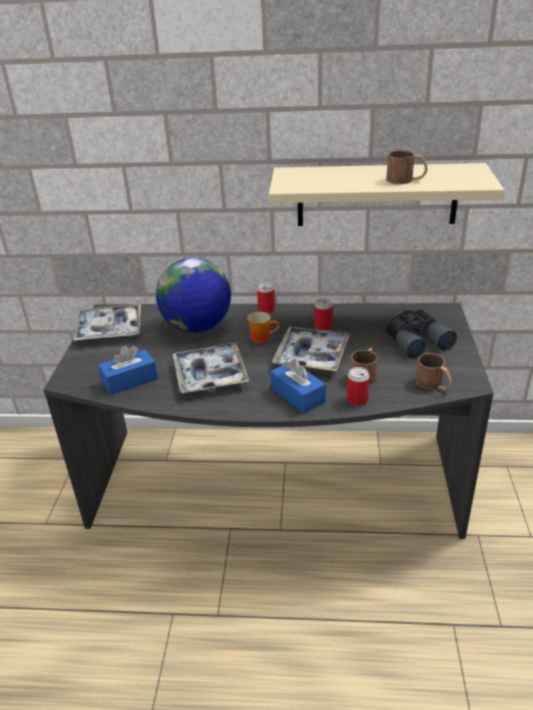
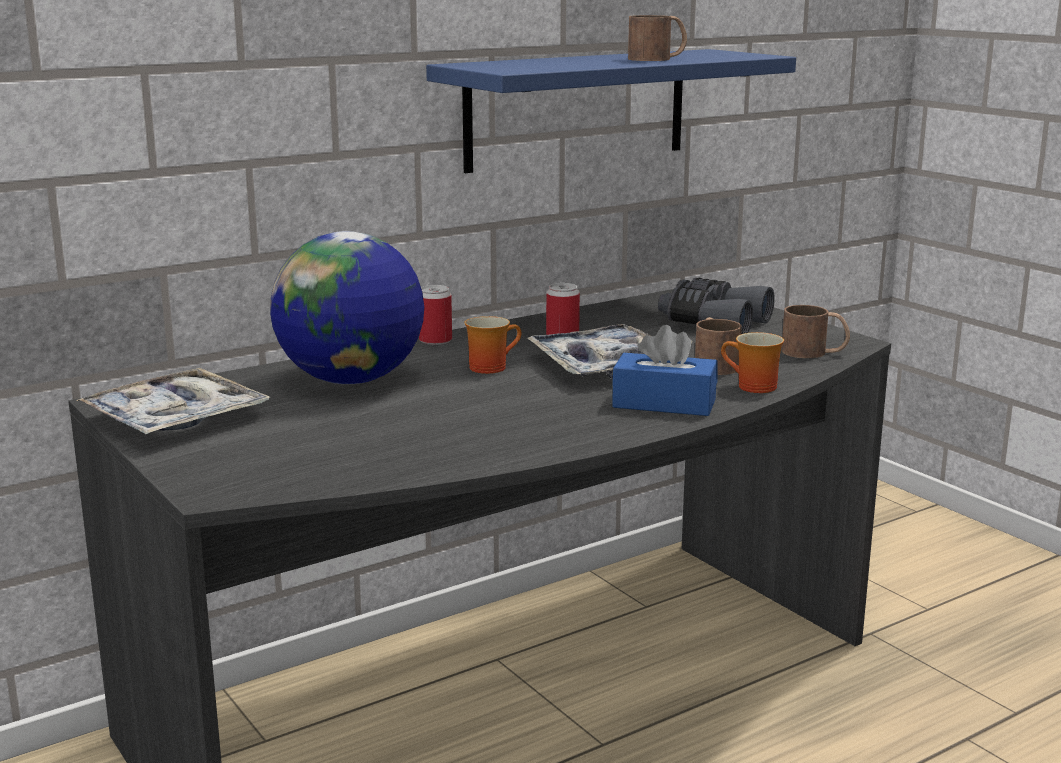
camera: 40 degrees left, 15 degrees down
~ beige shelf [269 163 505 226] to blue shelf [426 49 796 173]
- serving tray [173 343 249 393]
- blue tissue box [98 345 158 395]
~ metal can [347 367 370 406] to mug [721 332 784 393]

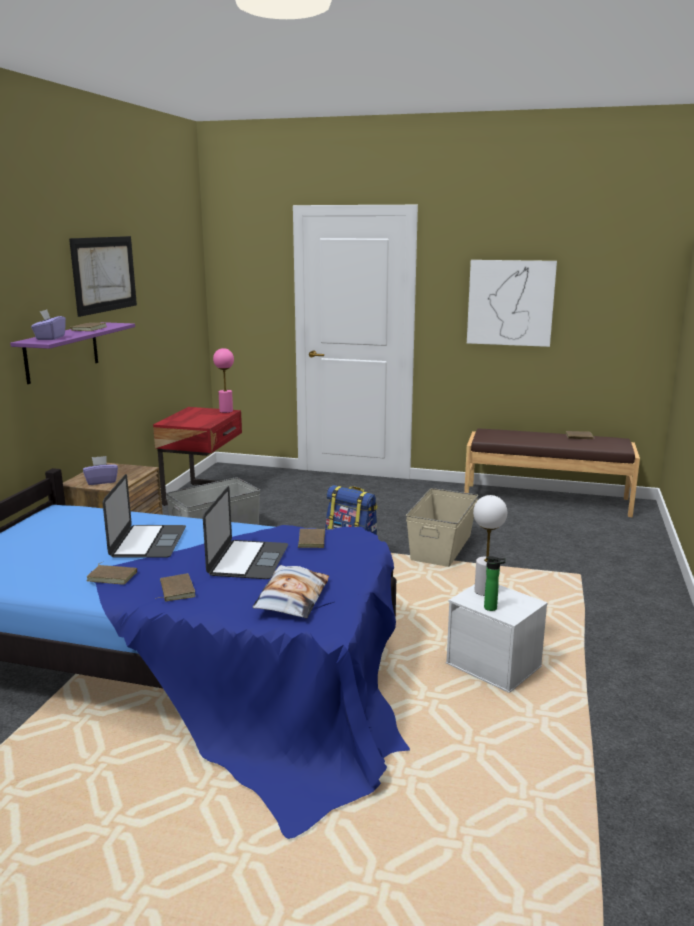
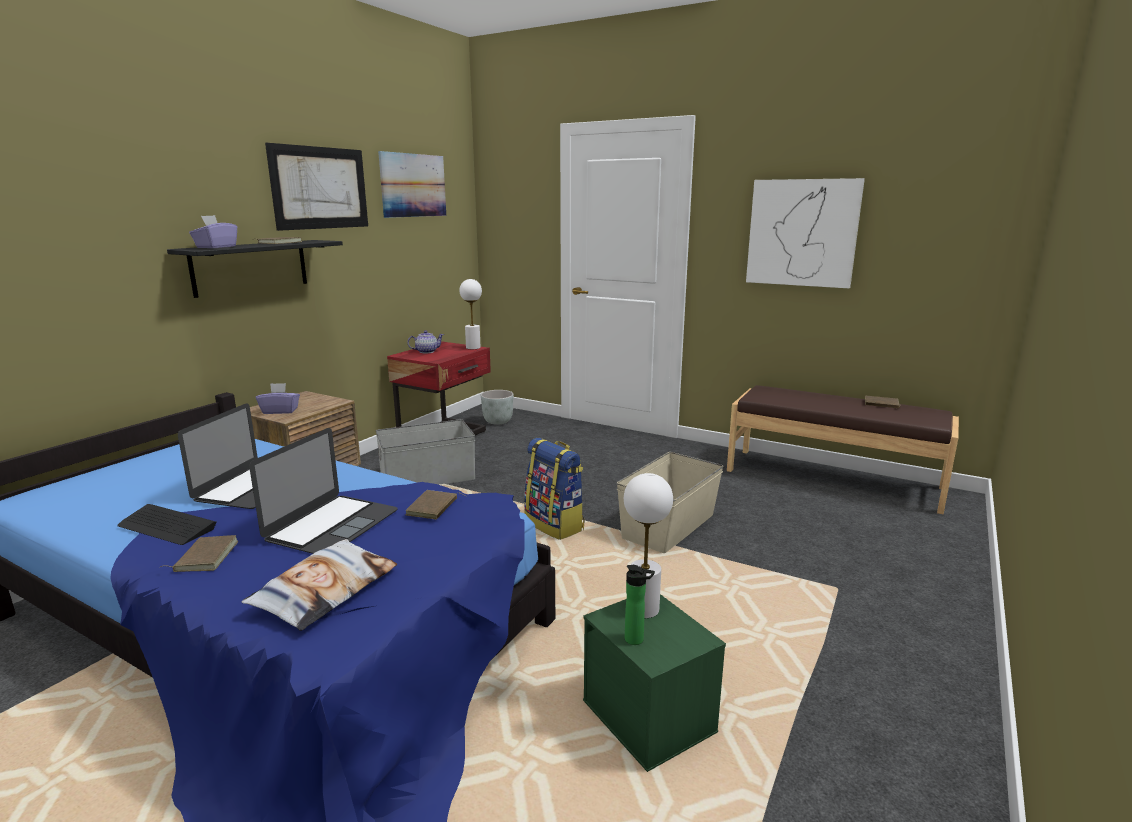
camera: 15 degrees right, 0 degrees up
~ purple-coloured shelf [10 322 135 384] to black shelf [167 240 343 298]
~ pink-coloured lamp for a table [213 348 234 413] to white lamp for a table [459 279 482 349]
~ brownish book [86 562 137 585] to computer keyboard [117 504 217 545]
~ white storage bin [446 584 548 693] to green-coloured storage bin [583 594 726 772]
+ wall picture [378 151 446 218]
+ teapot [408 330 444 353]
+ gray plant pot [481 390 514 425]

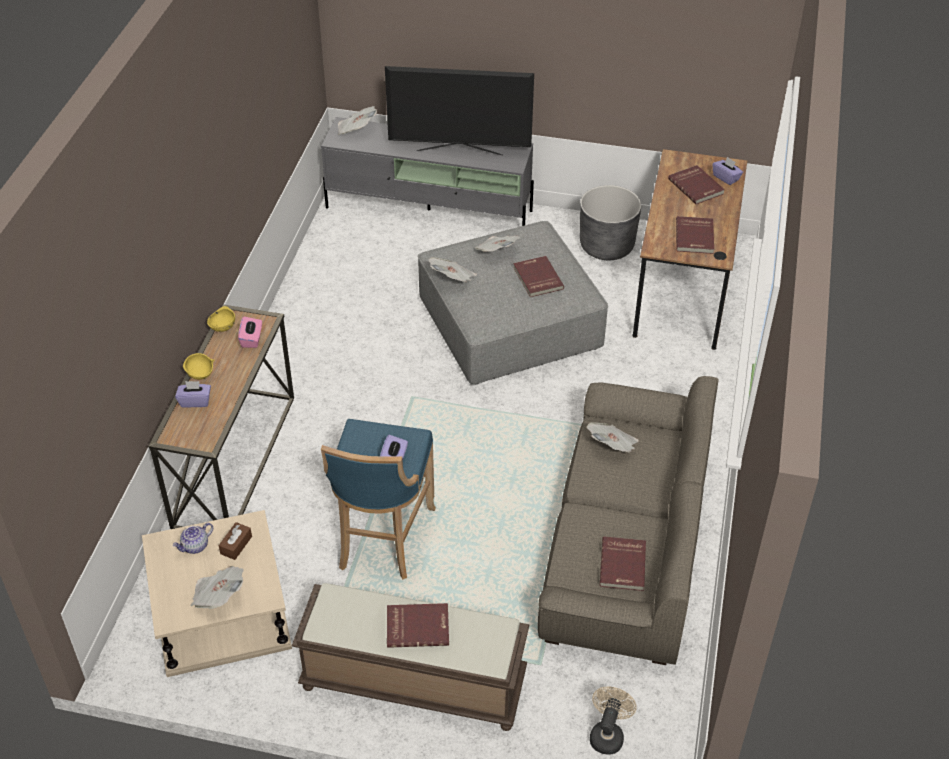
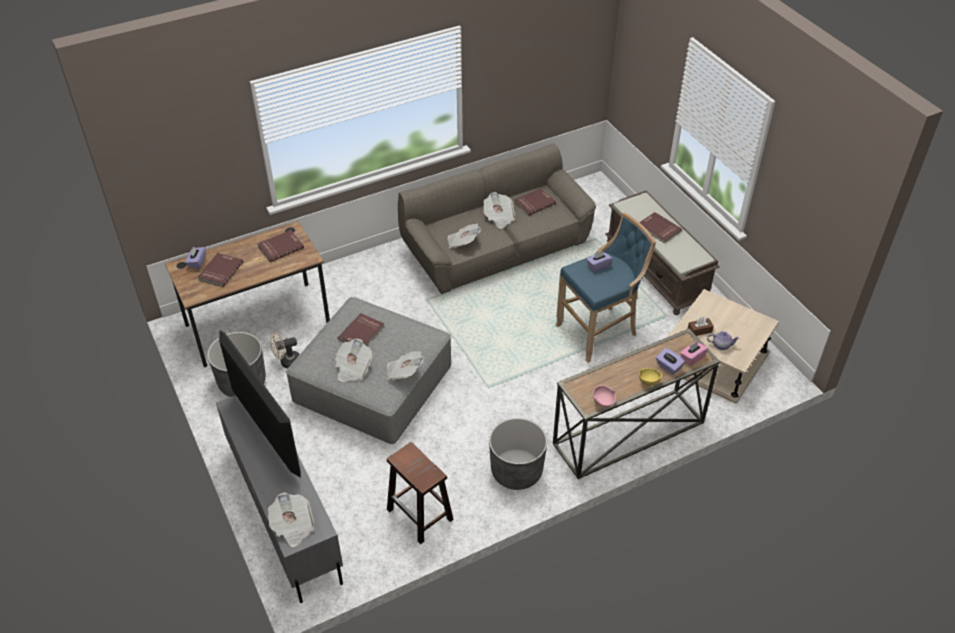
camera: 130 degrees left, 0 degrees up
~ yellowish serving bowl [207 306 235 332] to pink-coloured serving bowl [593 385 616 407]
~ pink-coloured tissue box [238 317 262 348] to [680 341 708 366]
~ newspaper [191 566 243 609] to [483 192 515 229]
~ beige cooling fan [590 687 637 755] to [270 332 300 369]
+ gray plant pot [489 418 547 490]
+ brownish stool seat [387 442 454 544]

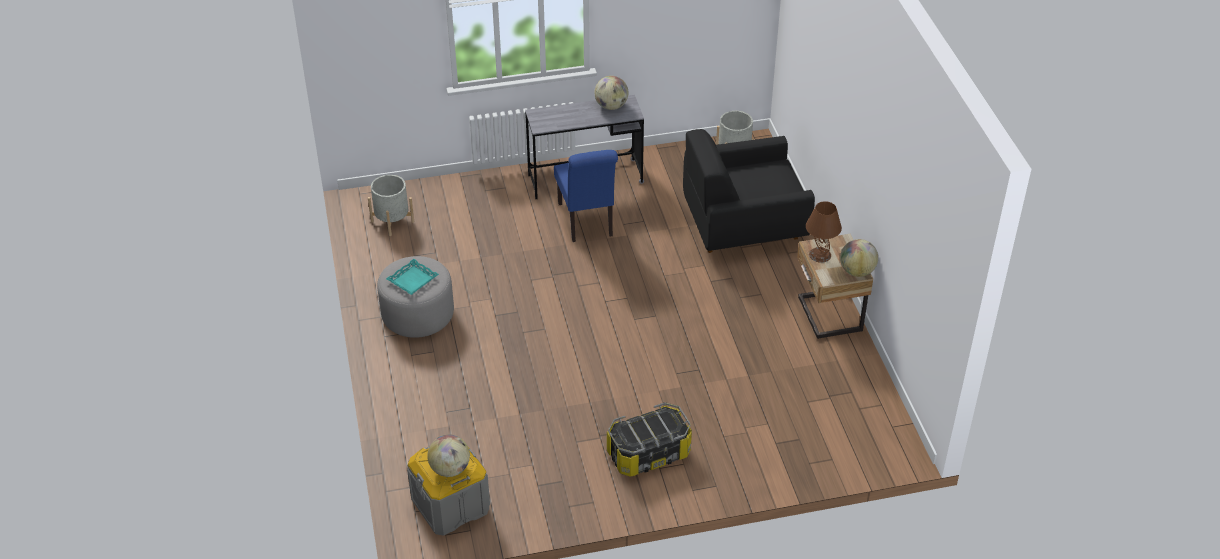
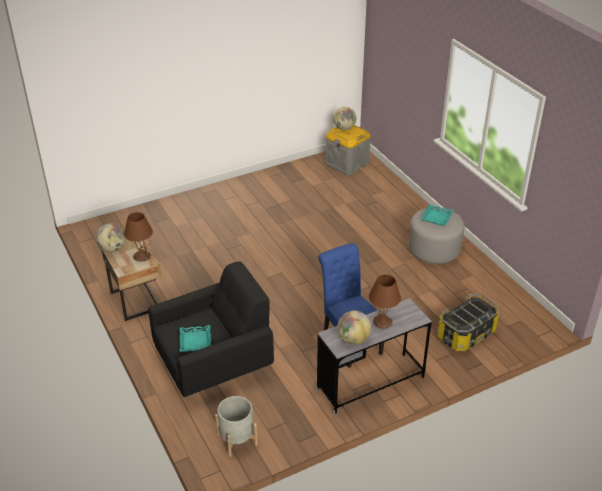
camera: 165 degrees right, 5 degrees down
- gray plant pot [368 175 414 236]
~ storage bin [607 402 692 477] to [438 294 499 351]
+ brownish lamp for a table [369 274 401 329]
+ turquoise-coloured serving tray [179 325 211 352]

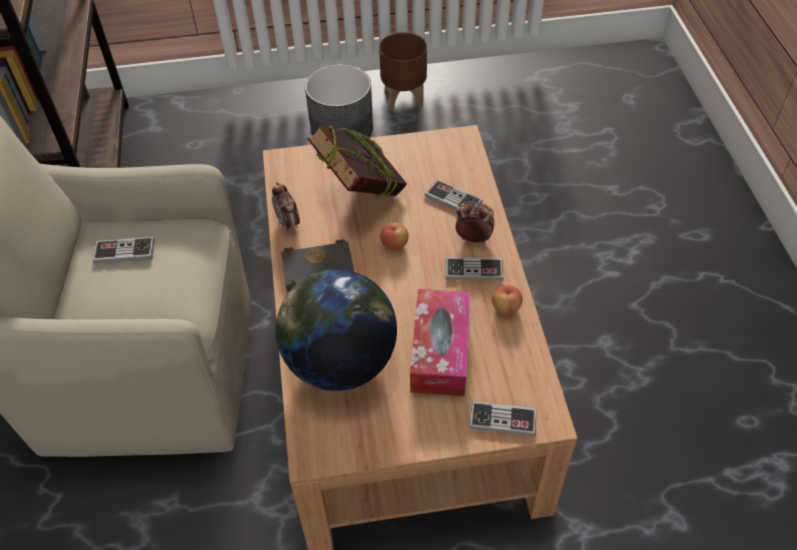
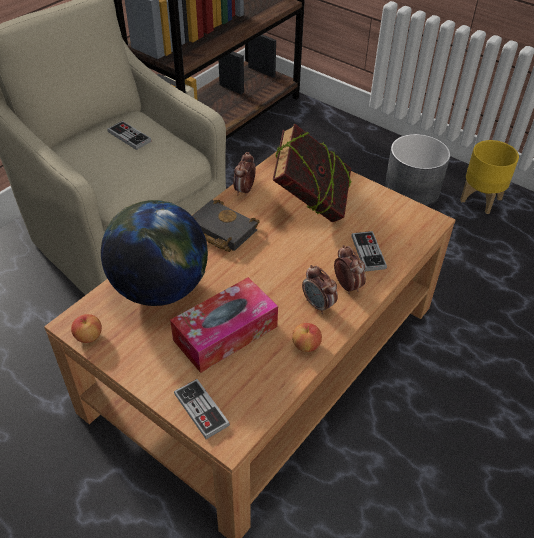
camera: 45 degrees right, 5 degrees down
~ brownish plant pot [379 32 427 111] to yellowish plant pot [460 140 519 214]
~ apple [380 223 409 250] to [71 314 102 343]
~ gamepad [445 257 503 281] to table clock [302 265 338 314]

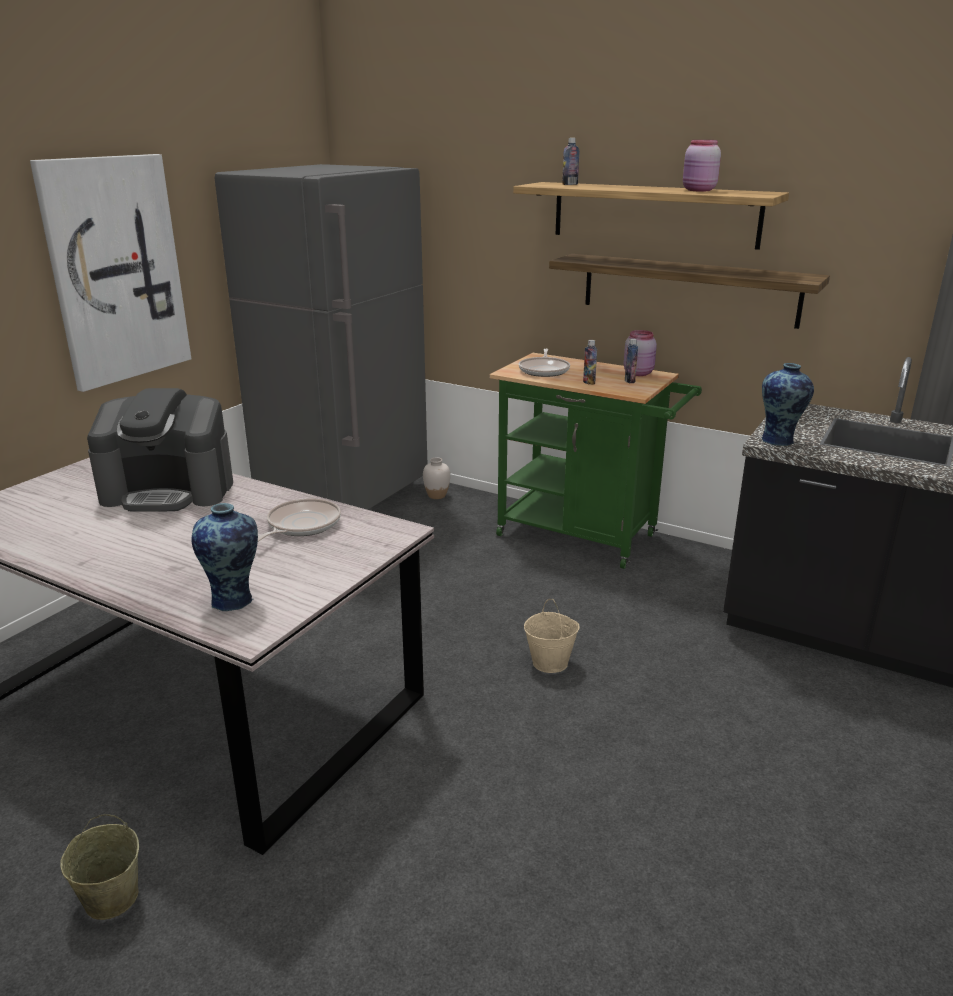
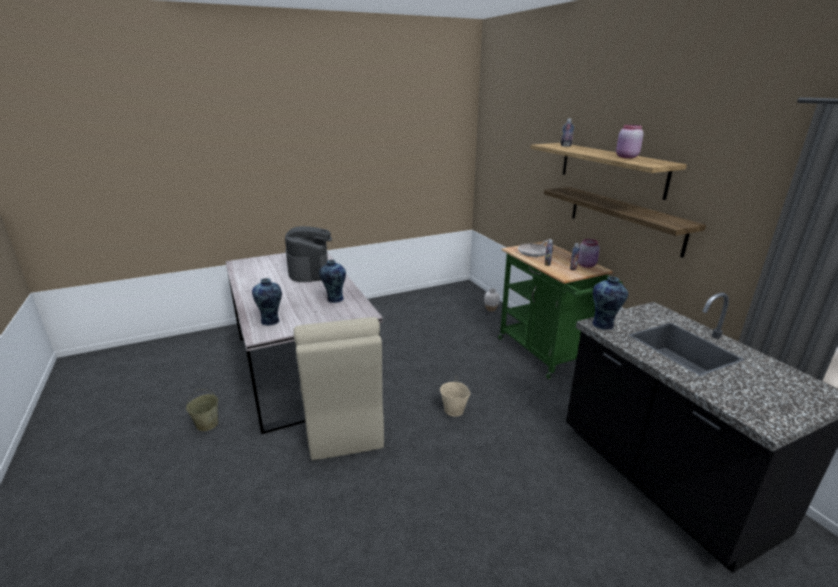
camera: 35 degrees right, 0 degrees up
- wall picture [30 154 191 392]
- gray refrigerator [215 164 427 510]
~ coffee maker [87 388 233 512] = [285 226 332 282] 135 degrees counterclockwise
~ skillet [258 498 341 542] to vase [319 260 346 303]
+ beige upright chair [293 317 384 460]

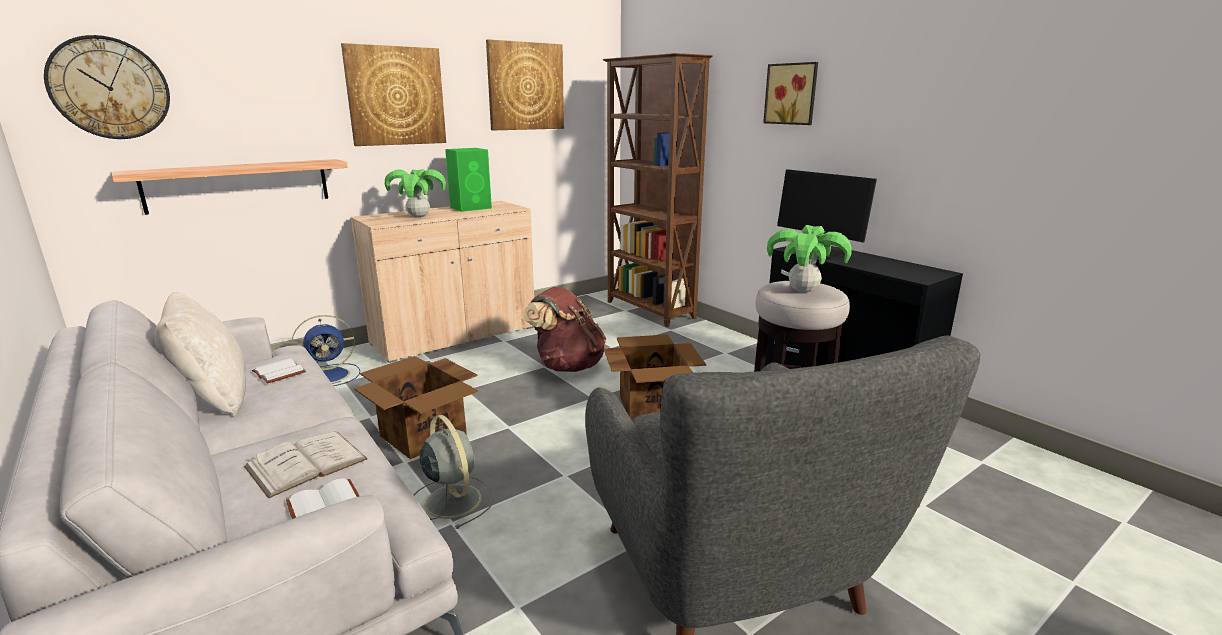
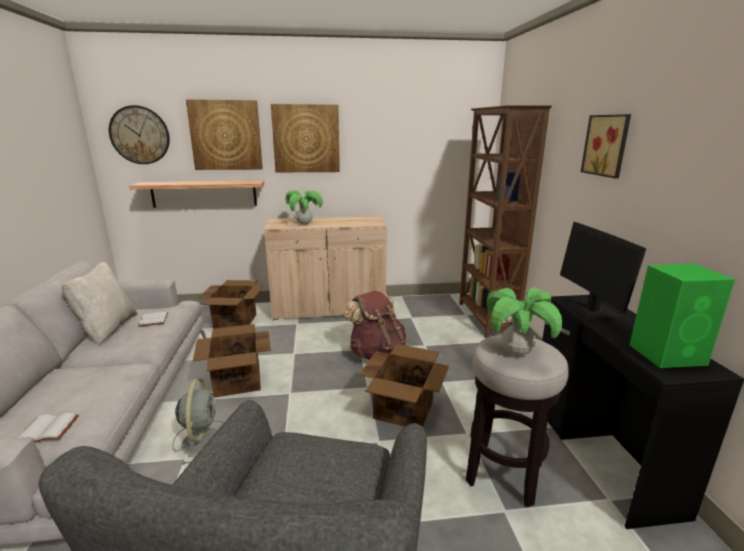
camera: 30 degrees right, 0 degrees up
~ wall picture [486 39 564 130] to [186 99 263 170]
~ green-coloured loudspeaker [445 148 492 212] to [630 264 735 368]
~ blue cooling fan [292 315 360 386] to packing box [198 280 263 329]
- white book [244 431 367 499]

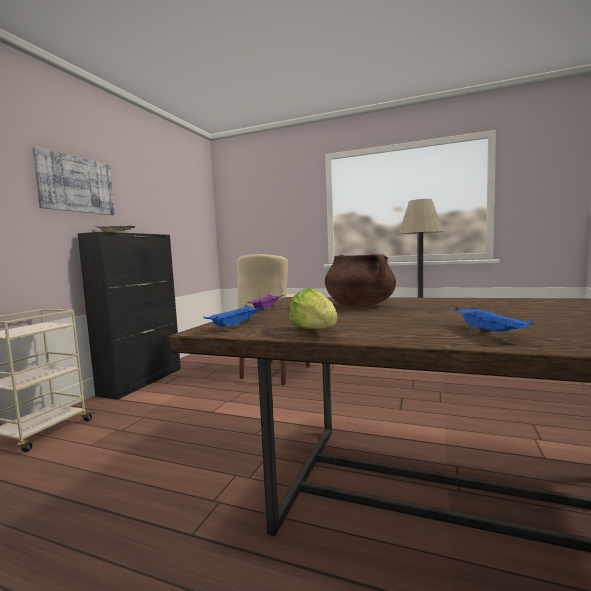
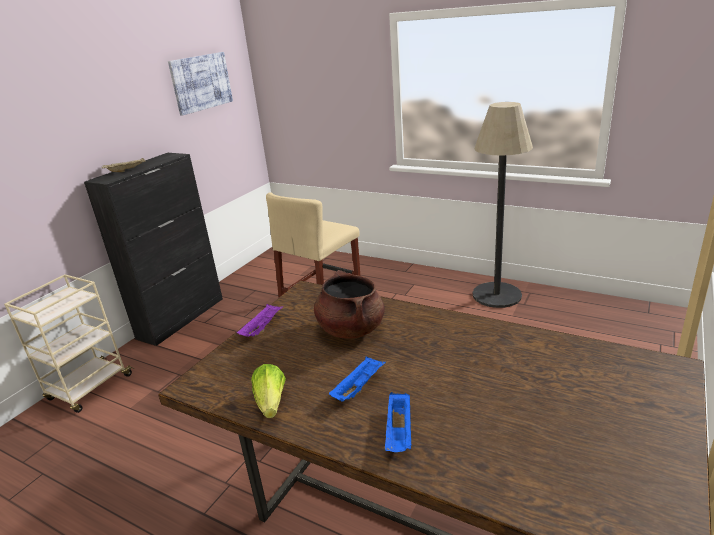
camera: 10 degrees right, 20 degrees up
~ wall picture [32 146 115 215] to [168 52 233 115]
~ blue serving tray [204 304 266 328] to [329 356 386 402]

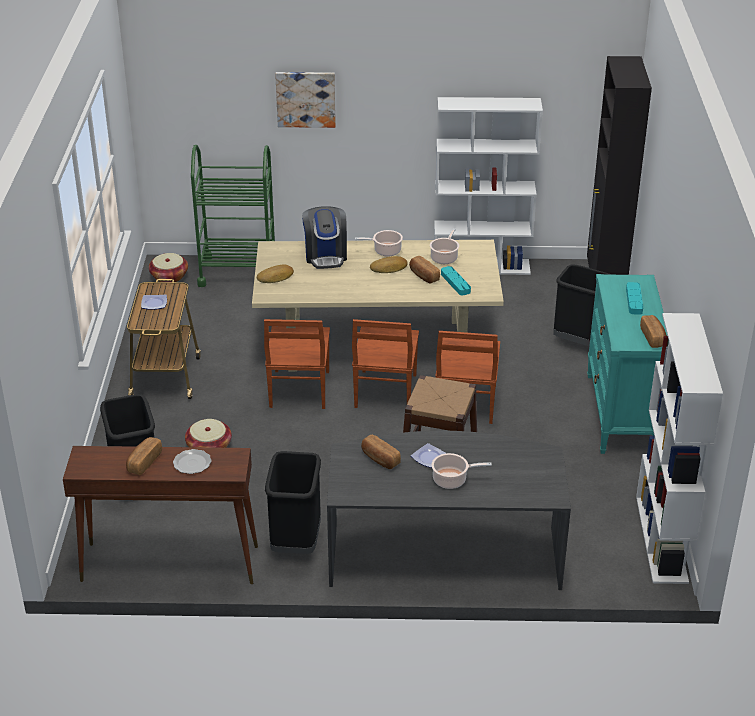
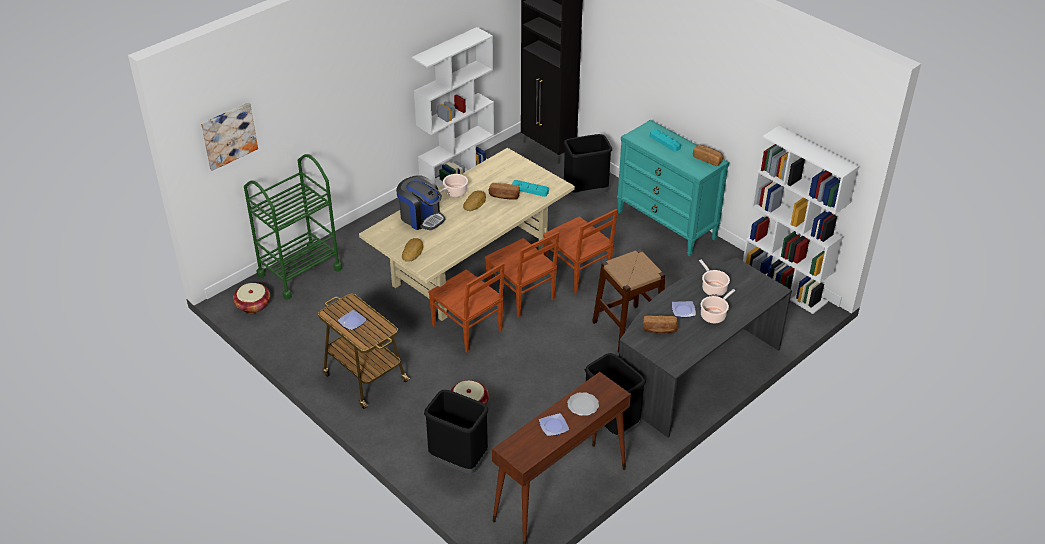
camera: 45 degrees left, 5 degrees up
~ wall picture [275 72 336 128] to [201 102 258 171]
~ saucepot [430 228 459 264] to [699 260 730 296]
~ bakery bread [126 437 162 475] to flat dish [539 413 569 436]

